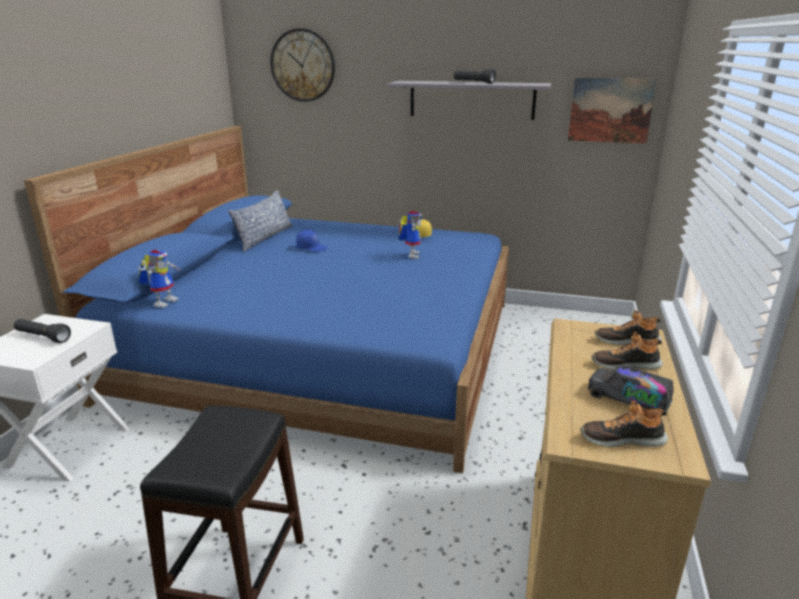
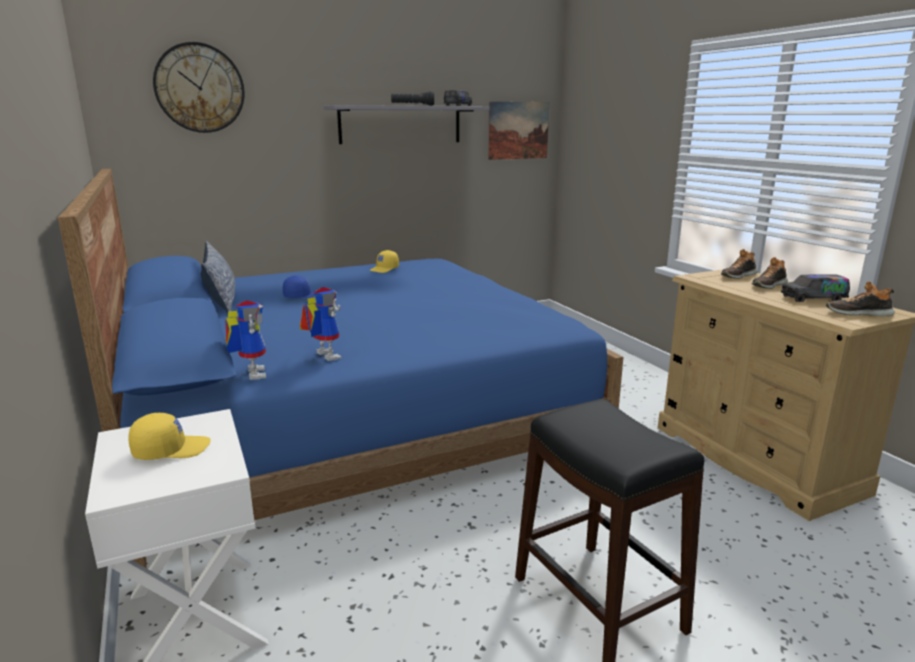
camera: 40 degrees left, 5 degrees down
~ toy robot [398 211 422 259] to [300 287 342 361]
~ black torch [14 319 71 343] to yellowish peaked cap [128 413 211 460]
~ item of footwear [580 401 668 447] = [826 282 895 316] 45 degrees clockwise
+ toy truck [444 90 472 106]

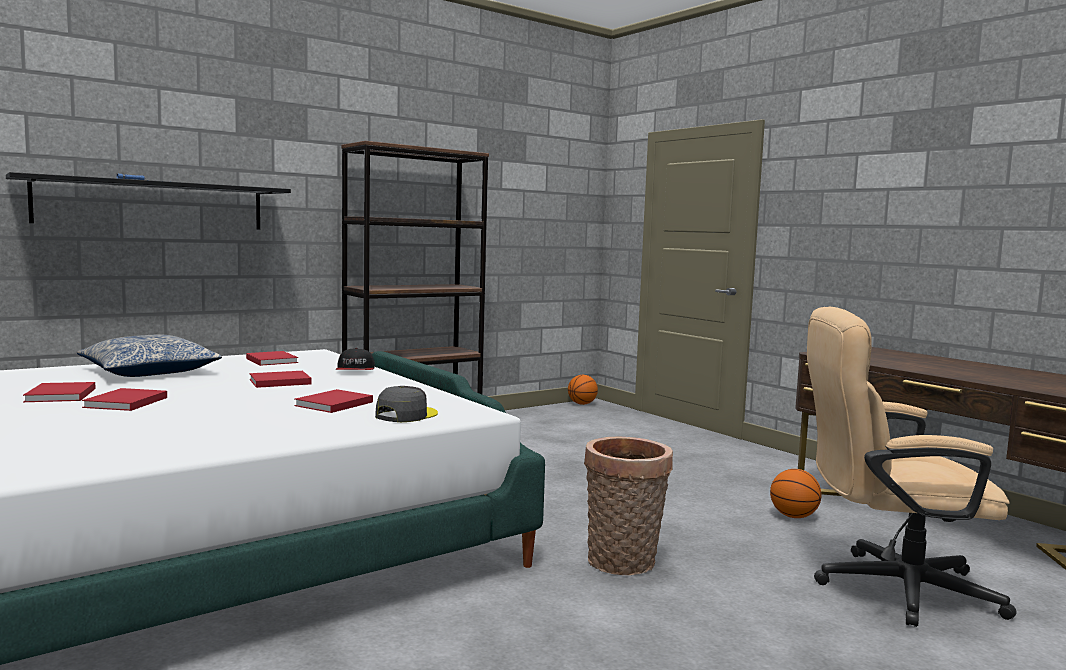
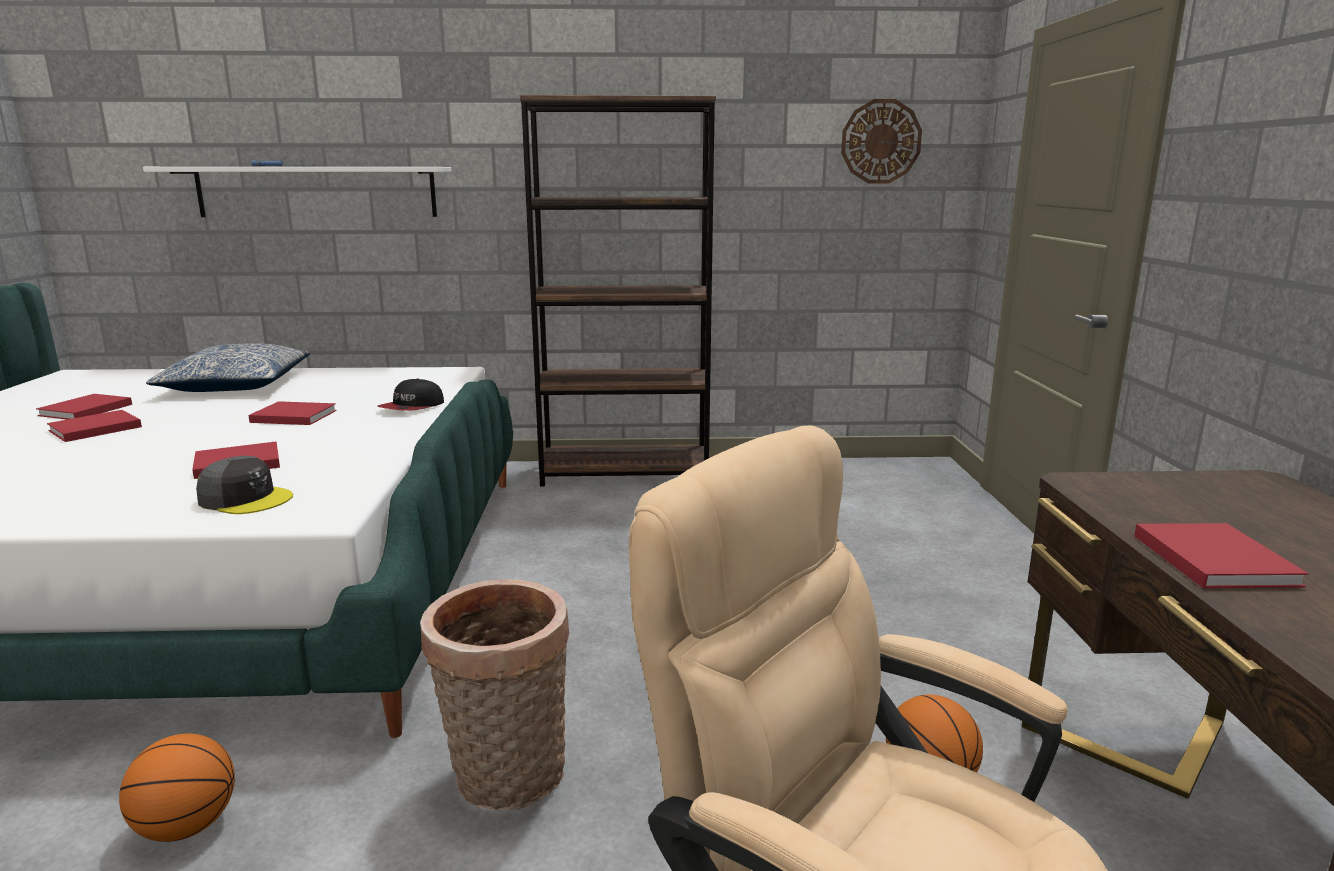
camera: 35 degrees right, 10 degrees up
~ black shelf [6 172 291 230] to white shelf [143 167 452 217]
~ red-coloured book [246 351 298 366] to [1134 523 1309 588]
~ ball for basketball [568 375 598 405] to [119 734 235 842]
~ gray peaked cap [375 386 438 422] = [196 456 293 514] 45 degrees clockwise
+ clock on the wall [841 99 922 183]

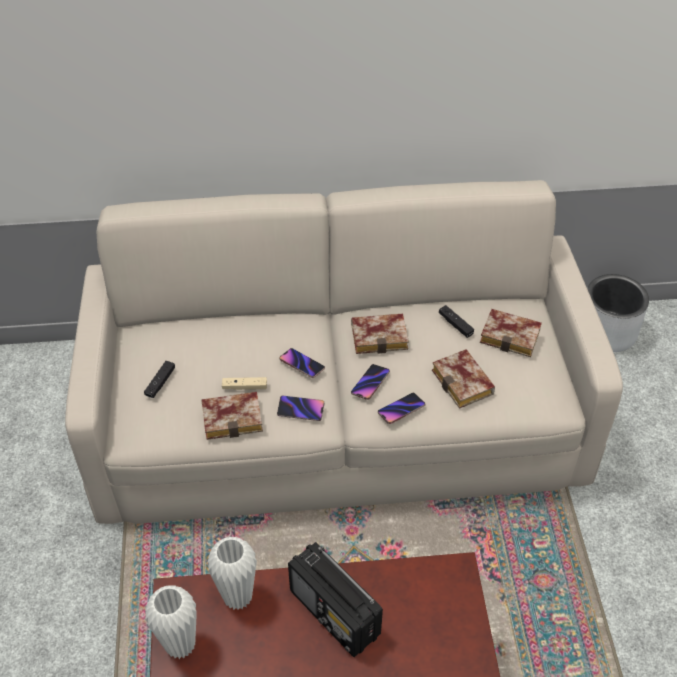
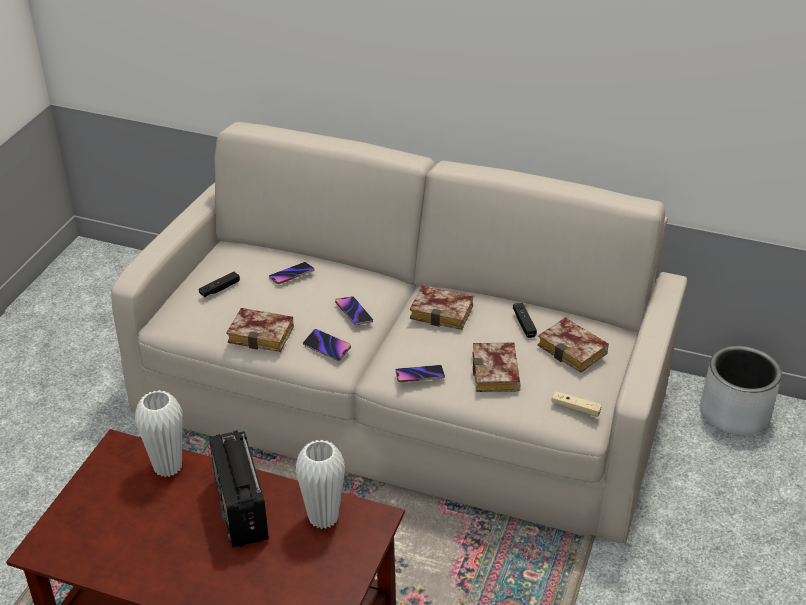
camera: 25 degrees right, 10 degrees down
~ handset [351 364 390 400] to [269 262 314 284]
~ beige gamepad [222 377 267 390] to [552 391 602 417]
~ white vase [145 585 197 659] to [296 440 345 529]

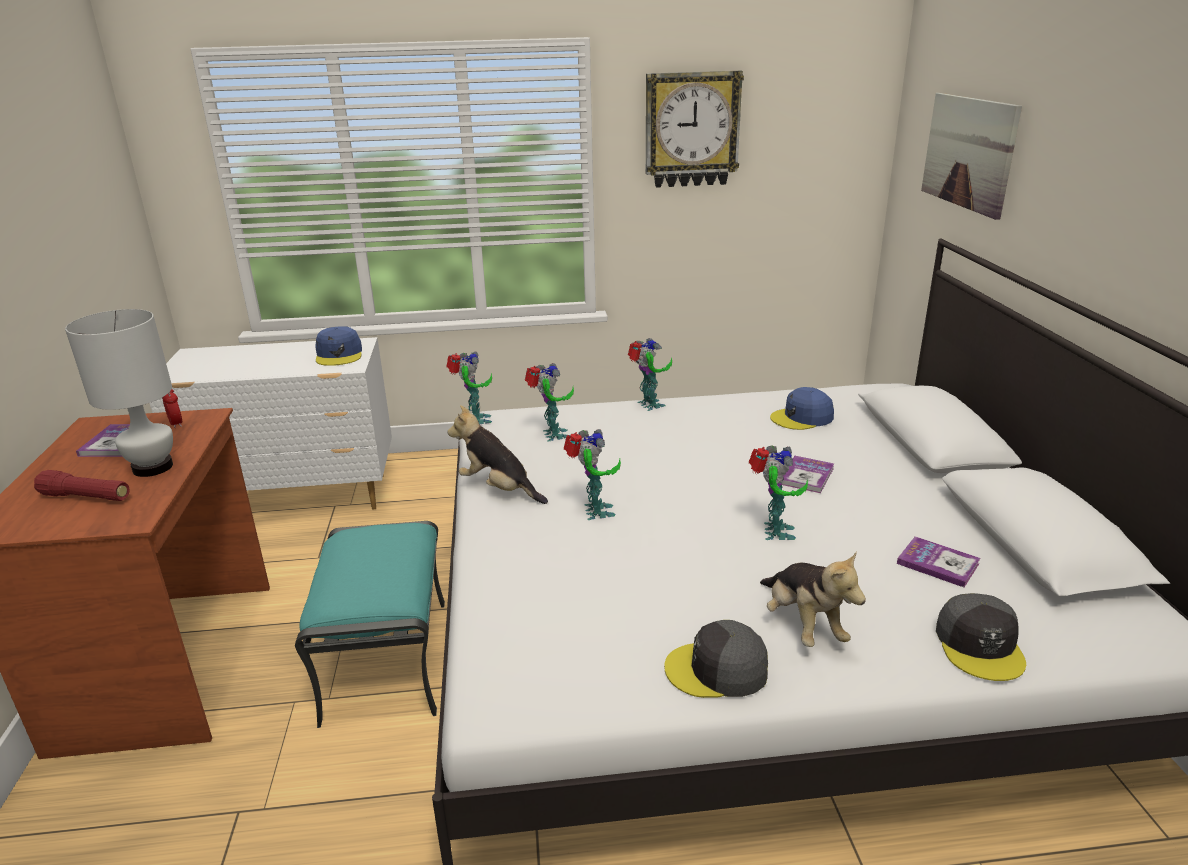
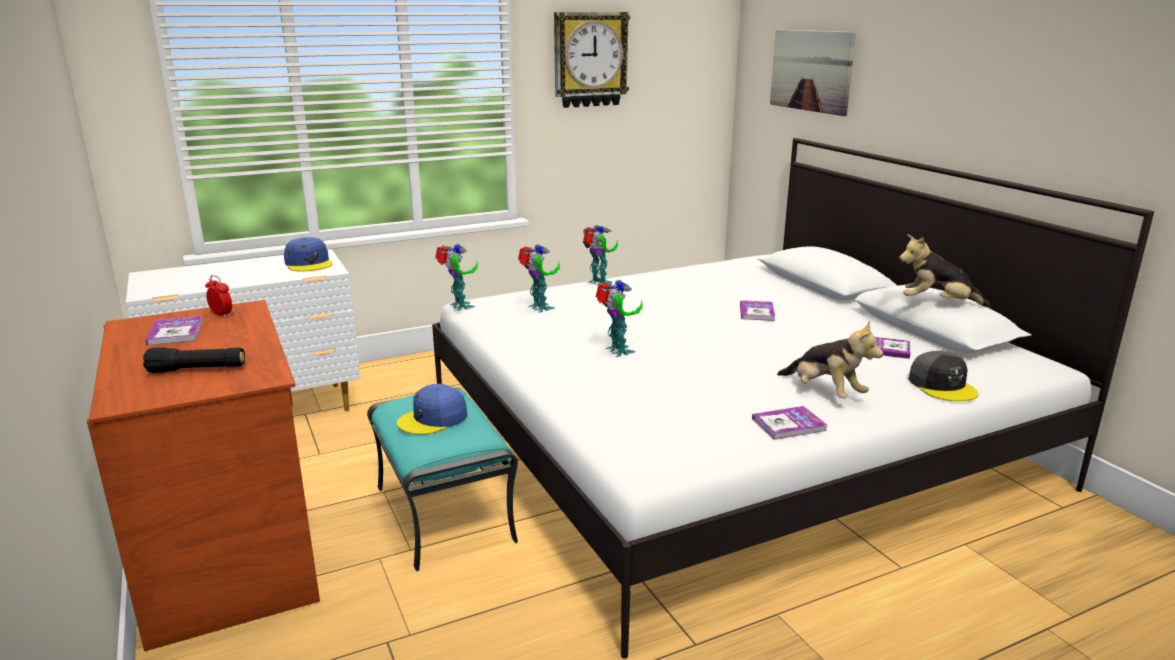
camera: 20 degrees left, 5 degrees down
- white lamp for a table [65 309 173 477]
~ blue peaked cap [770 387 834 430] to [397 384 467 435]
~ soft toy [447 405 548 504] to [899 234 990 308]
- toy robot [749 445 808 540]
~ red-coloured torch [34 470 130 501] to black torch [143 347 245 373]
~ gray peaked cap [664 620 768 698] to book [752 406 827 440]

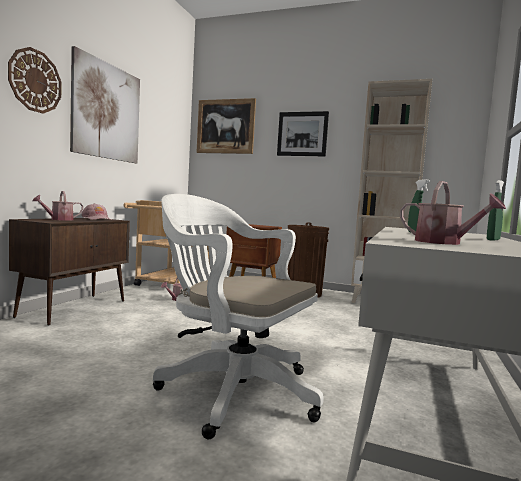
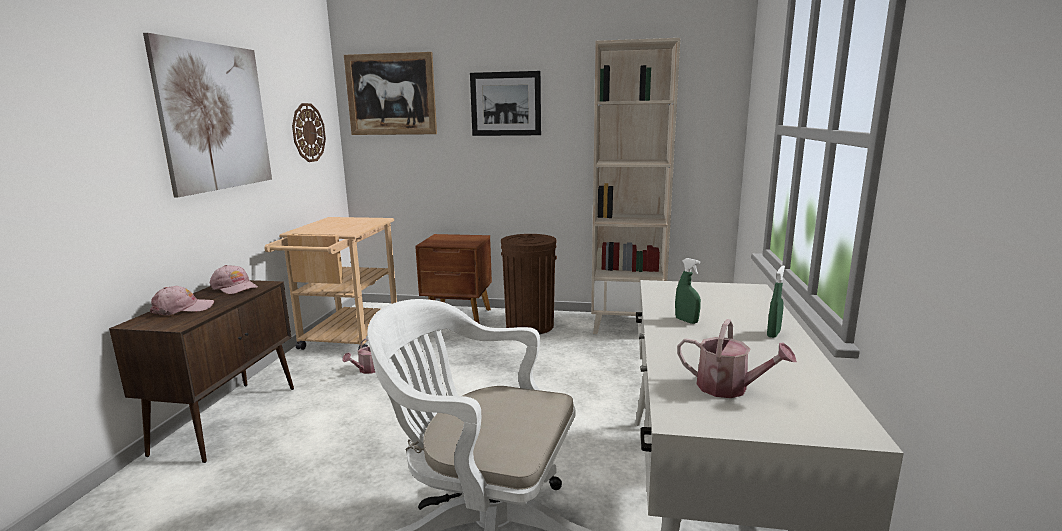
camera: 10 degrees left, 10 degrees up
~ clock on the wall [8 47 62 114] to [292 103 326 162]
~ sprinkling can [32 191 83 221] to pink-coloured peaked cap [150 286 214 316]

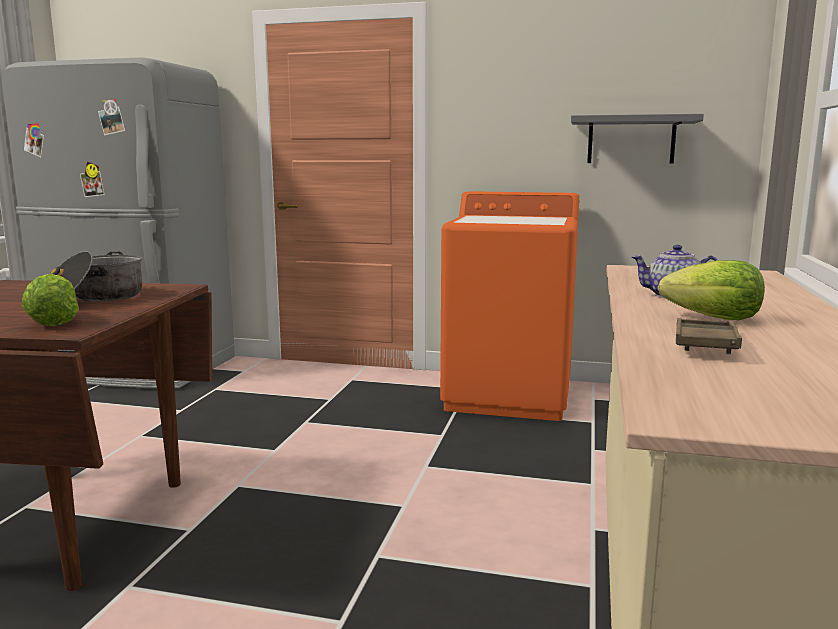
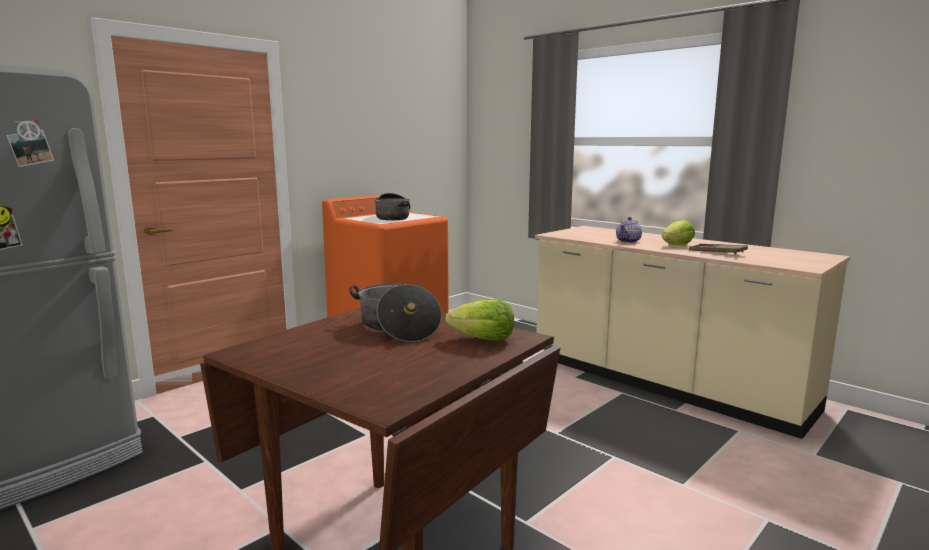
camera: 60 degrees left, 0 degrees up
- gray shelf [571 114 704 164]
+ saucepot [374 193 410 220]

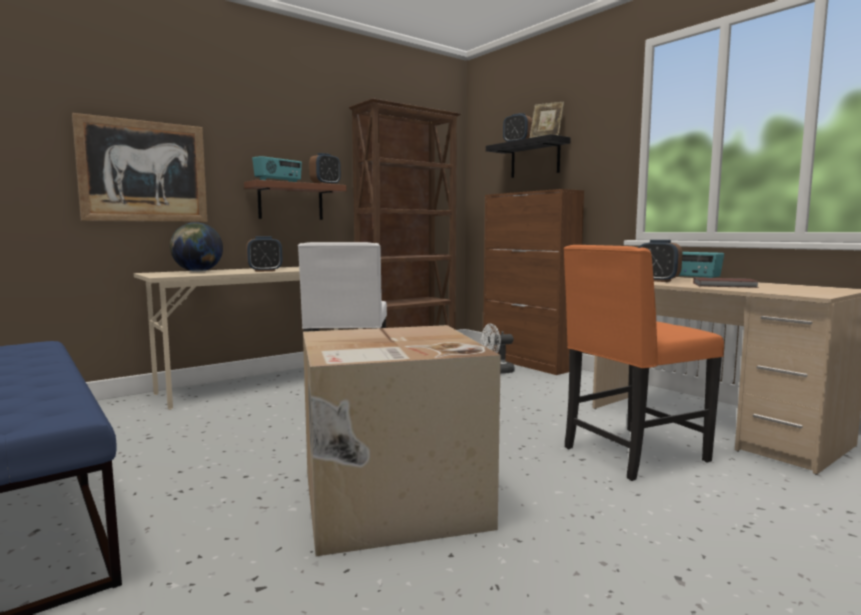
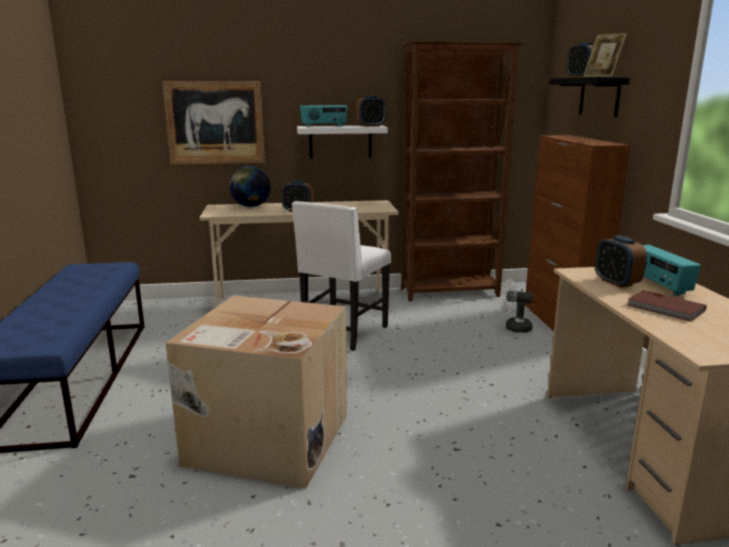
camera: 30 degrees right, 10 degrees up
~ brownish shelf [244 180 347 220] to white shelf [297 125 388 158]
- orange upright chair [563 245 724 481]

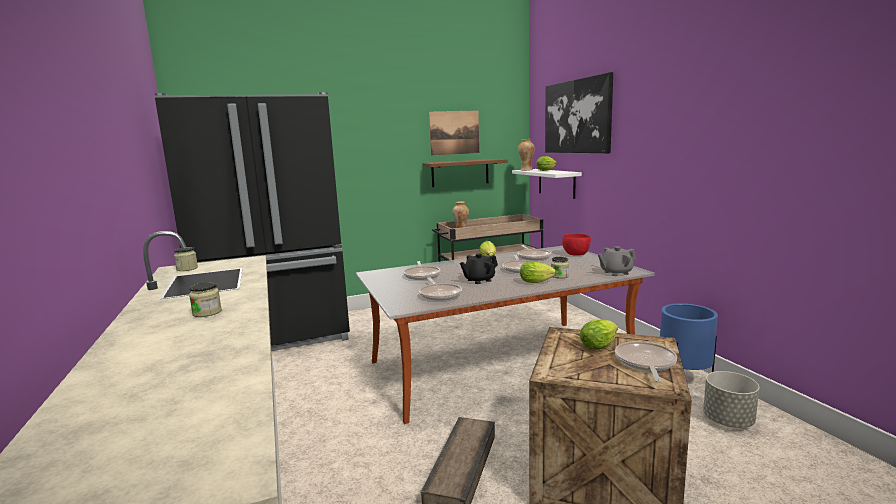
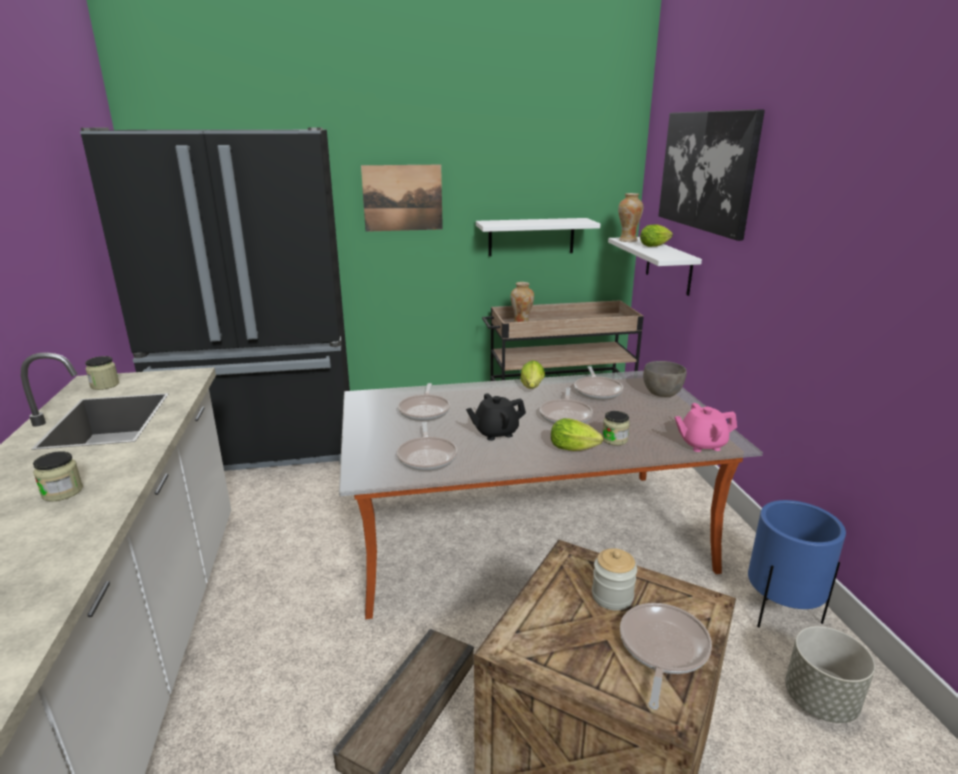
camera: 10 degrees right, 10 degrees up
~ wall picture [429 111 479 156] to [361 165 443 232]
~ brownish shelf [422 159 508 187] to white shelf [476 218 600 256]
~ red-coloured serving bowl [562 234 591 256] to gray serving bowl [643 361 687 397]
~ gray teapot [598 246 636 276] to pink-coloured teapot [675 403 737 452]
~ head of lettuce [580 320 618 350] to preserve jar [592 548 637 611]

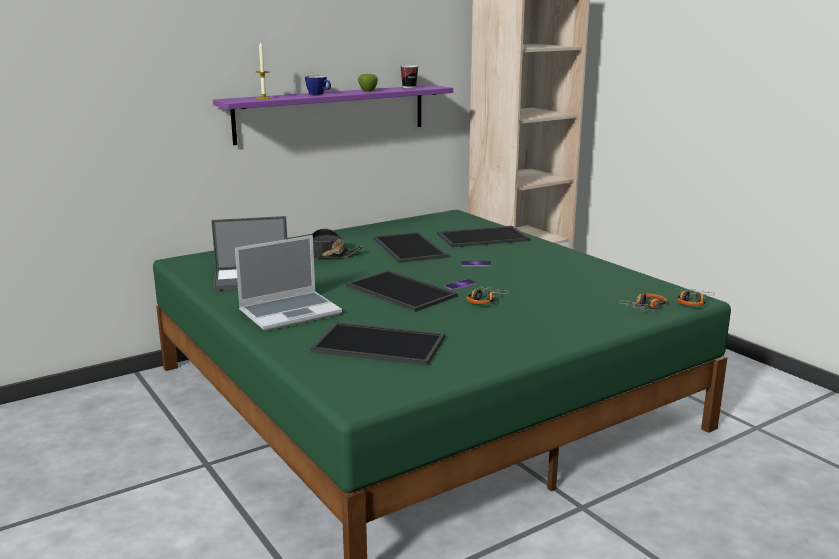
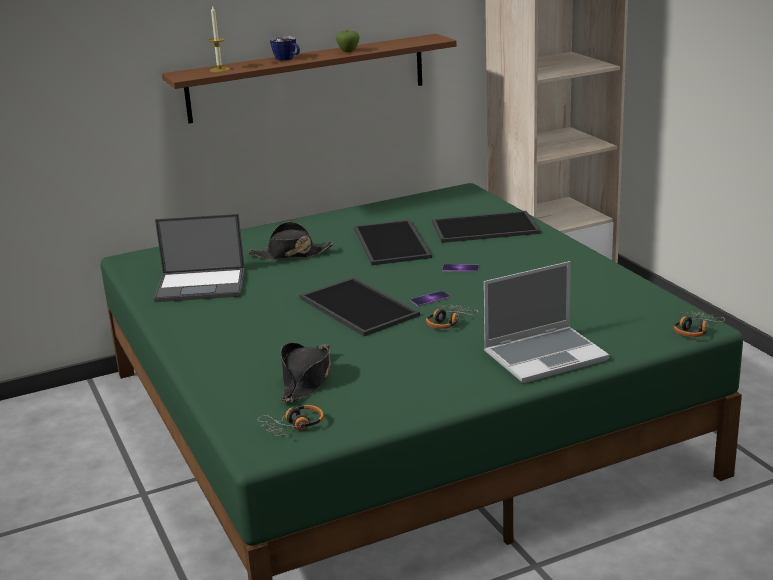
camera: 10 degrees right, 5 degrees up
- small cup [400 65 419 88]
~ purple-coloured shelf [213 85 453 145] to brownish shelf [162 34 457 123]
~ notebook computer [235 235 342 331] to [484 261 609 383]
~ headset [618 294 667 311] to [258 405 324 437]
~ serving tray [311 322 445 366] to black clothing hat [280 343 331 403]

